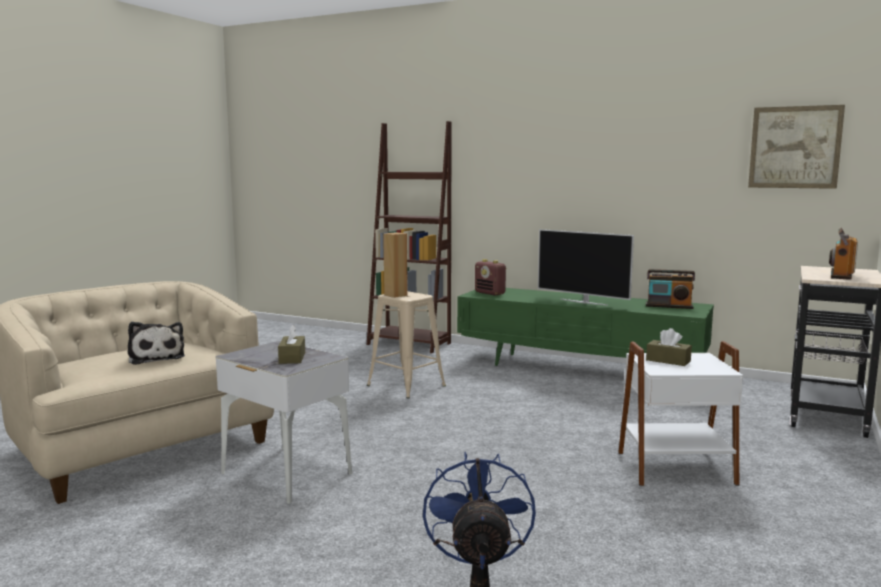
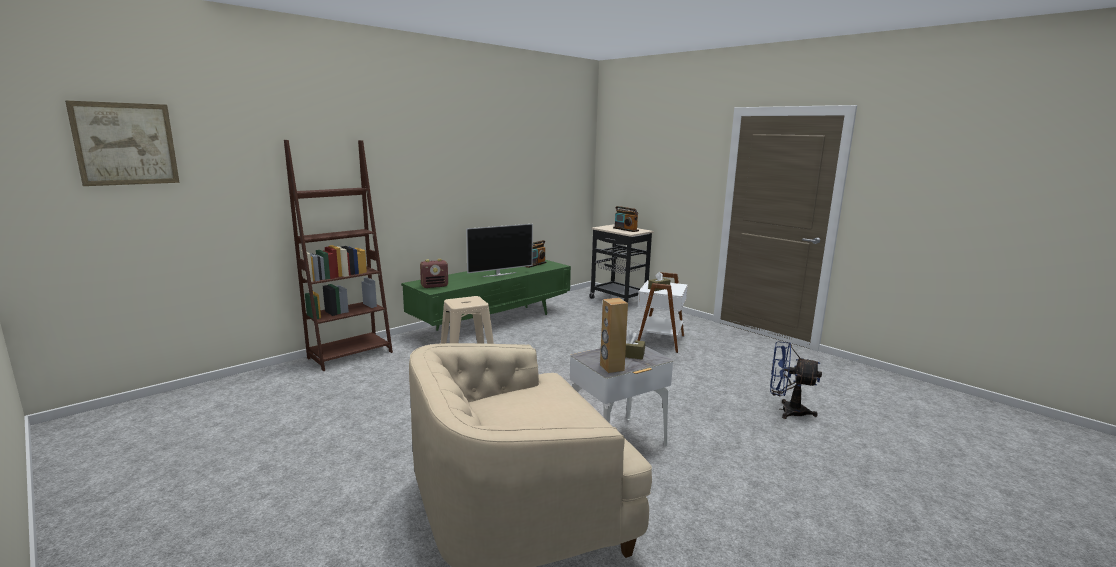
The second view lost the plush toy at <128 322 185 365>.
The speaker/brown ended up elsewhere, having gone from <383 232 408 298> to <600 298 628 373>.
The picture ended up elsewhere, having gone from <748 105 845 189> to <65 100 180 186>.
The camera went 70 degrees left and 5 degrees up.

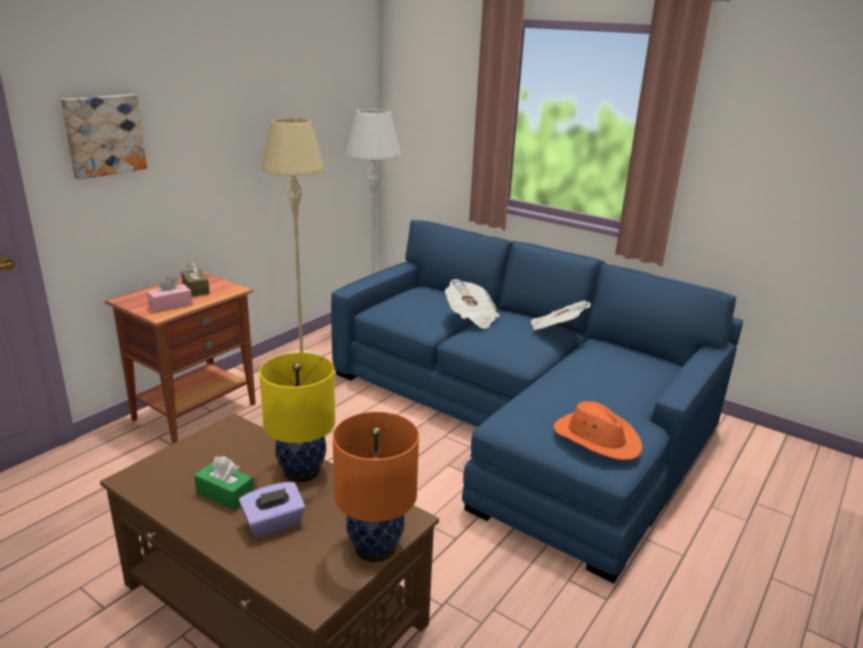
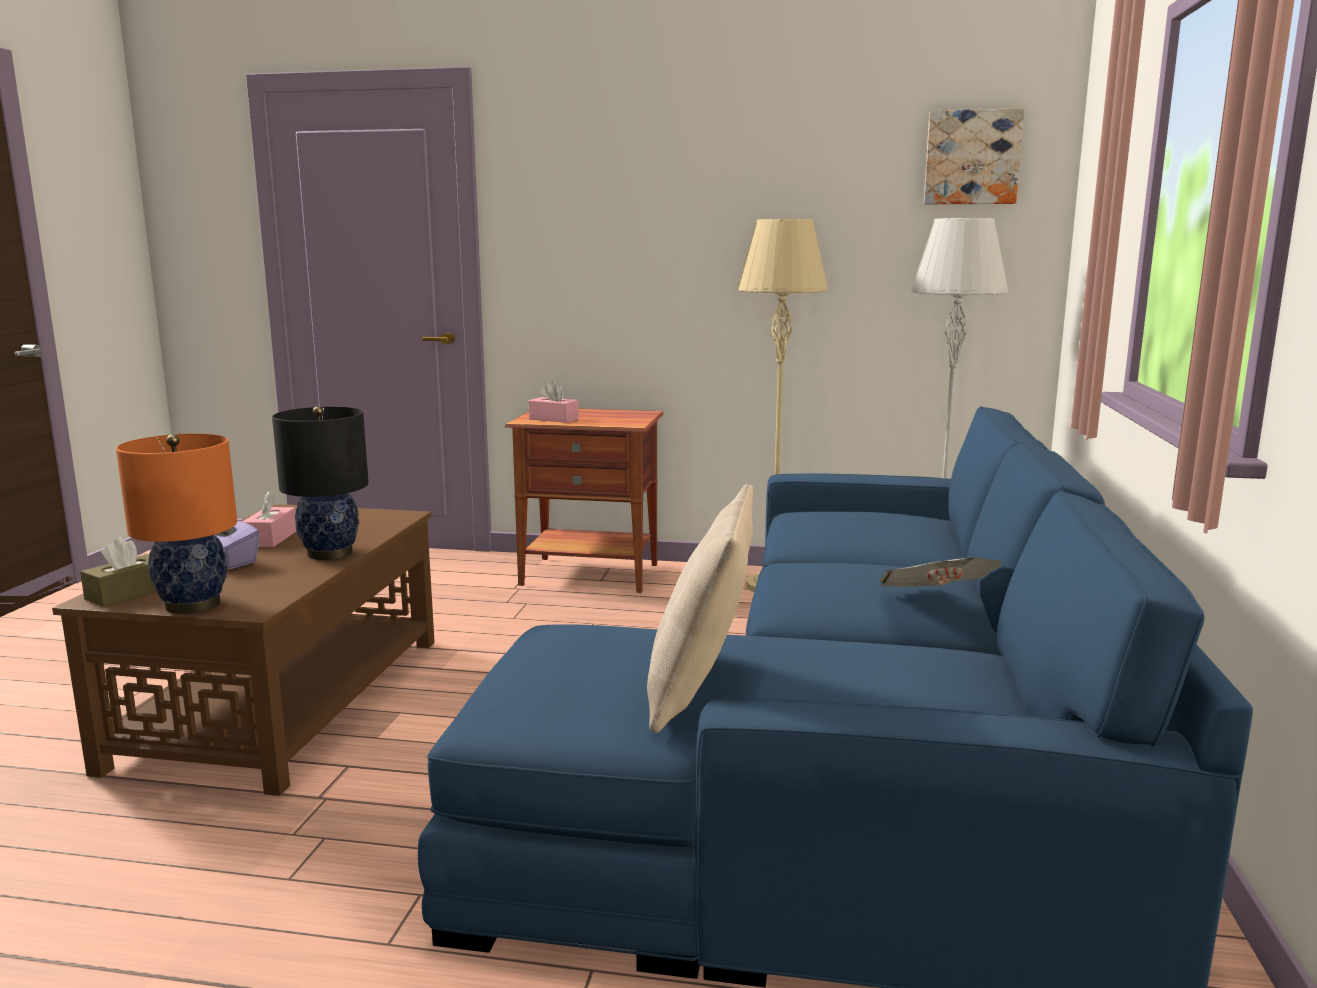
The picture ended up elsewhere, having gone from <61 94 147 179> to <924 108 1024 204>.
The tissue box/brown ended up elsewhere, having gone from <181 261 210 297> to <80 537 156 607>.
What was the tissue box/green at <194 456 254 511> turned into the tissue box/pink at <242 491 296 547>.
What was the table lamp/yellow at <259 353 335 482> turned into the table lamp/black at <272 406 369 560>.
The second view lost the newspaper at <445 279 500 329>.
The second view lost the hat/orange at <554 401 643 460>.
The second view gained the pillow/beige at <647 484 753 733>.
The camera went 65 degrees right and 10 degrees down.

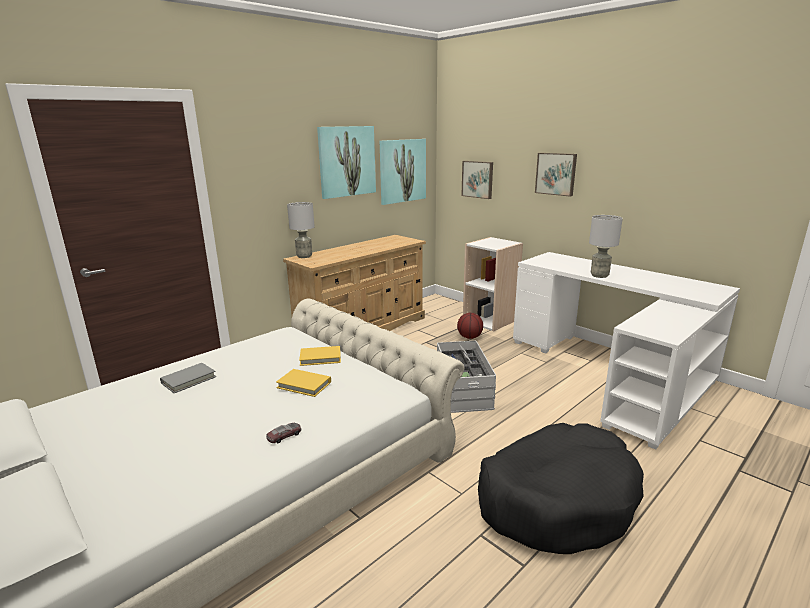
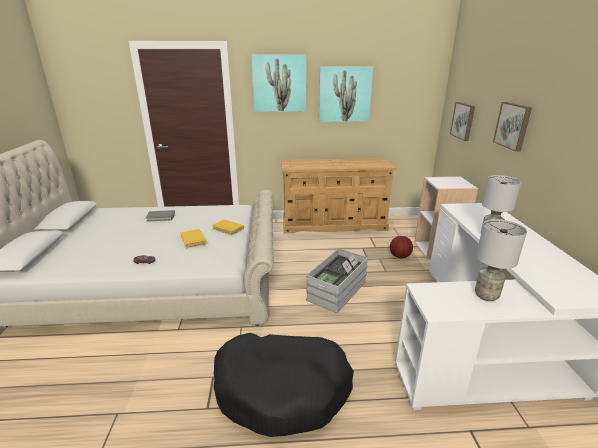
The table lamp/grey ended up elsewhere, having gone from <287 202 315 258> to <475 219 527 301>.
The picture ended up elsewhere, having gone from <380 139 426 205> to <252 54 306 112>.
The camera went 40 degrees right and 5 degrees up.

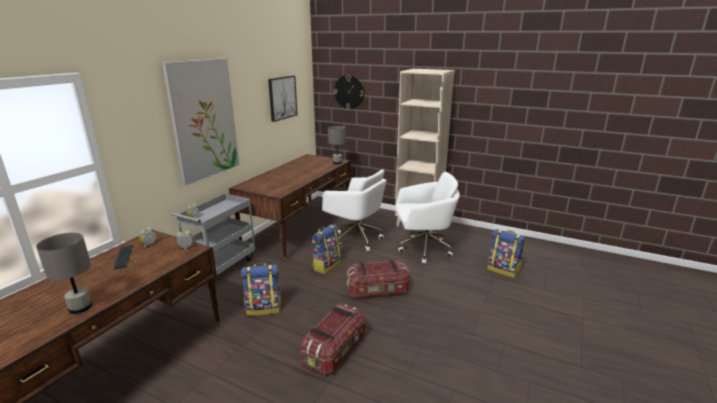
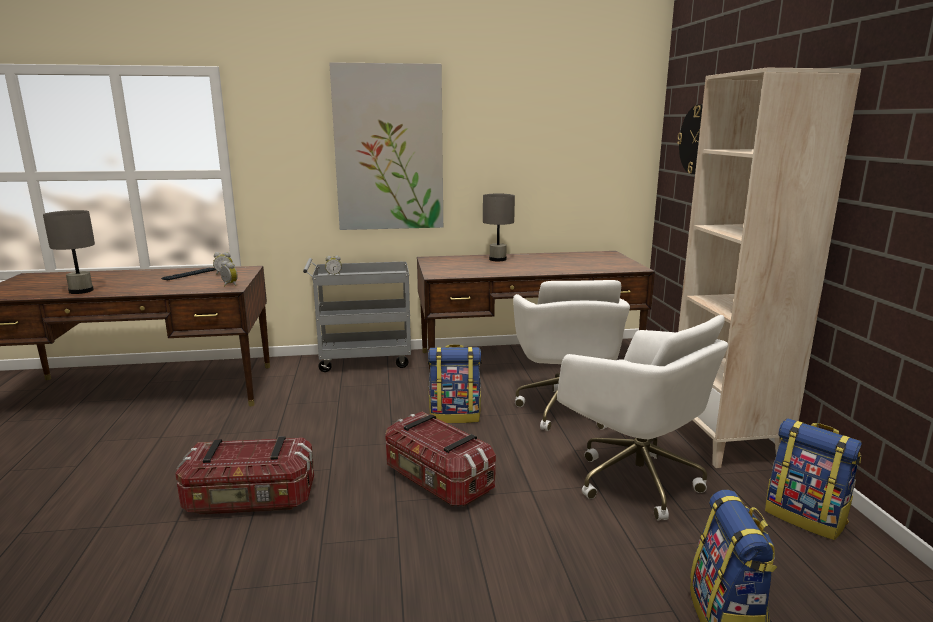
The backpack ended up elsewhere, having gone from <241 263 281 316> to <765 418 862 540>.
The second view lost the picture at <268 76 297 122>.
The table lamp/grey ended up elsewhere, having gone from <328 126 346 164> to <483 194 515 261>.
The camera went 55 degrees right and 5 degrees down.

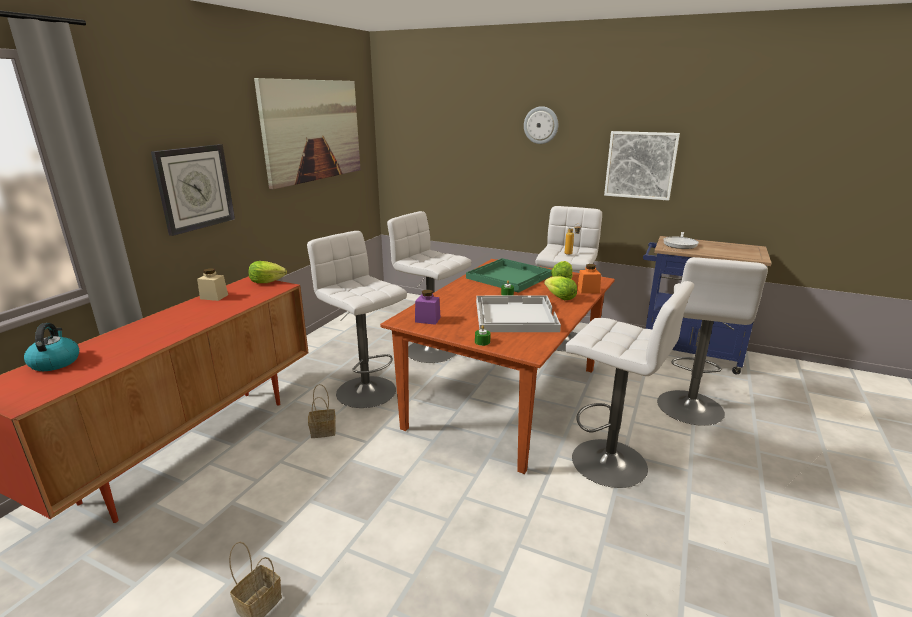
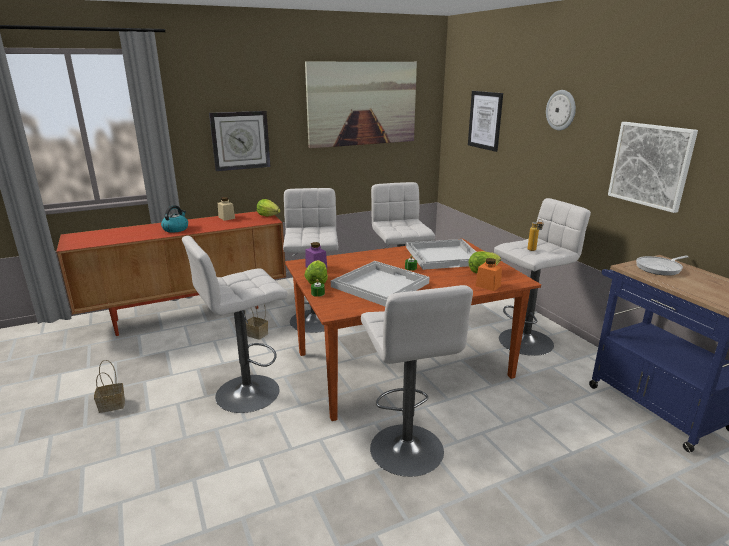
The kettle ended up elsewhere, having gone from <24 323 79 371> to <161 205 188 233>.
What was the tray/green at <466 258 552 293> turned into the tray/white at <406 239 476 270>.
The lettuce ended up elsewhere, having gone from <544 276 577 300> to <304 260 328 285>.
The stool/white ended up elsewhere, having gone from <657 257 768 426> to <182 236 287 413>.
The second view gained the picture at <468 91 503 152>.
The camera went 40 degrees right and 0 degrees up.

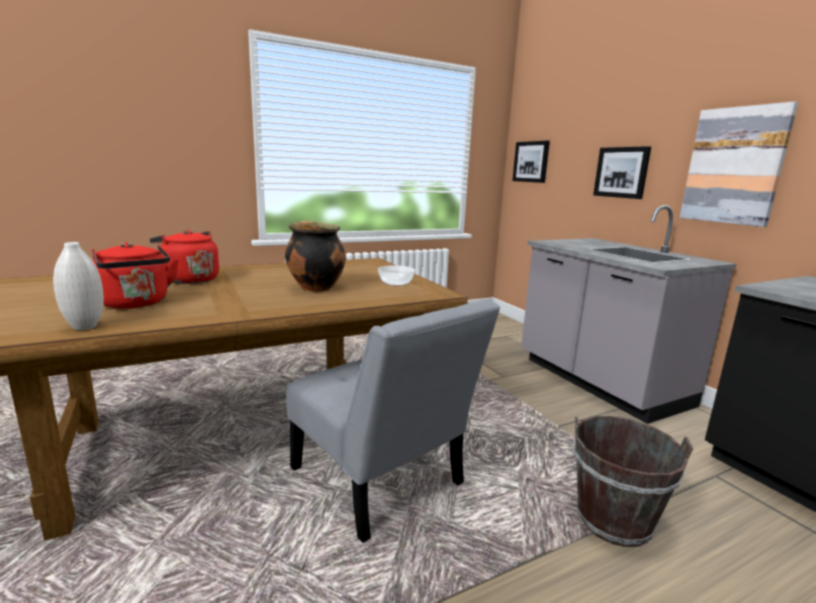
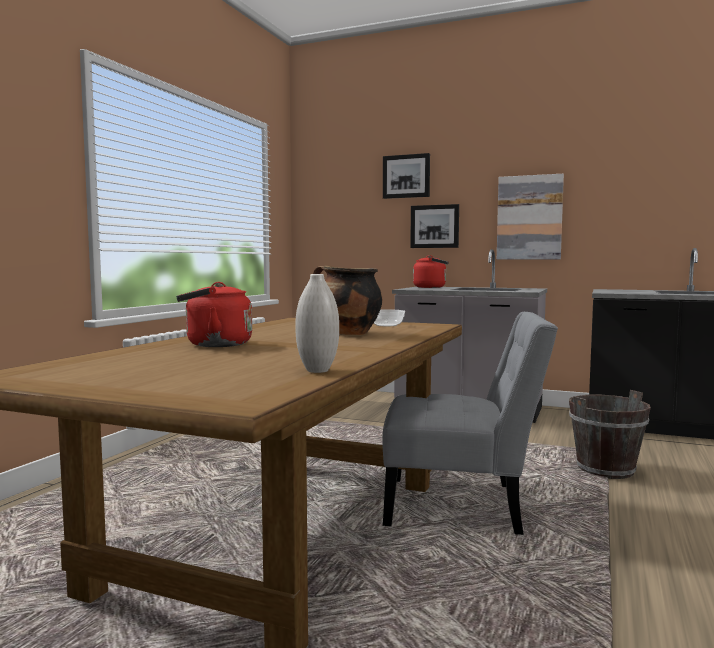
The kettle/red ended up elsewhere, having gone from <92 242 179 309> to <413 255 449 288>.
The picture ended up elsewhere, having gone from <512 141 550 183> to <383 153 430 199>.
The camera went 40 degrees left and 10 degrees down.

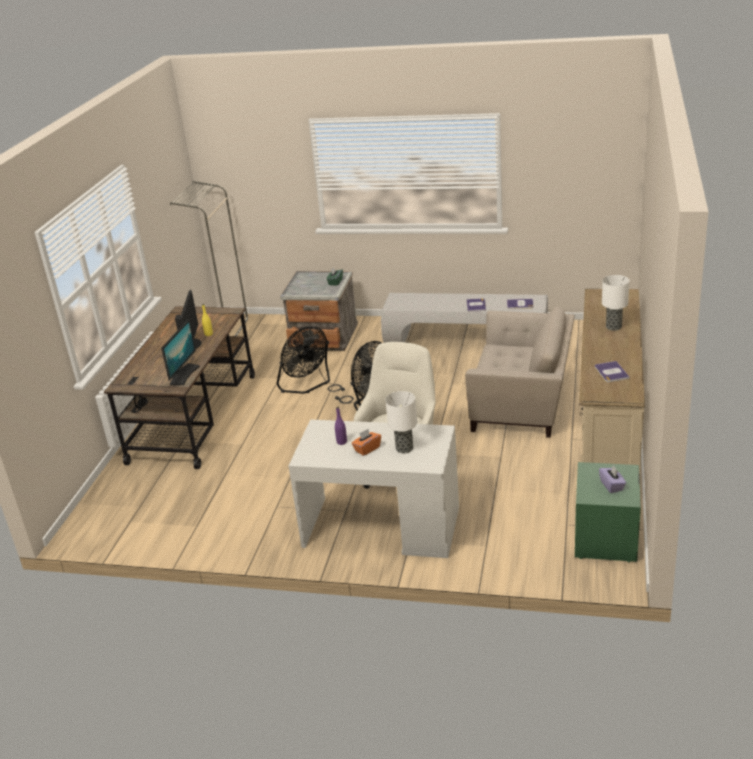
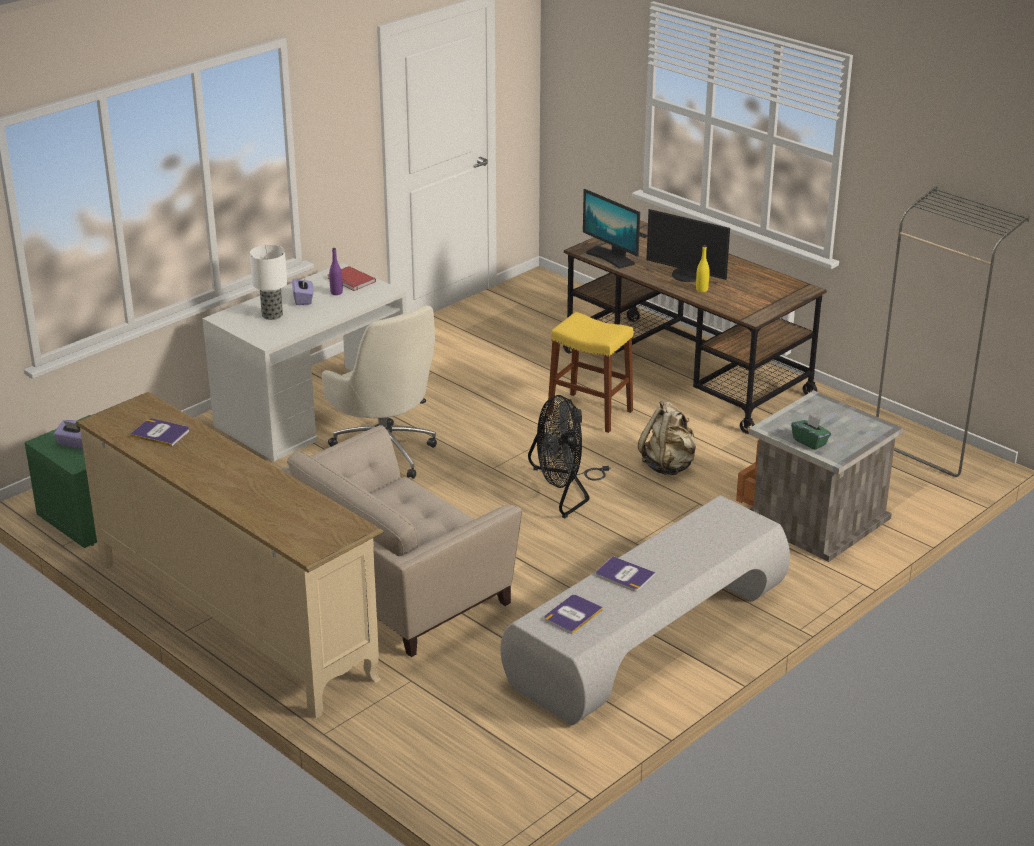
Where the fan/black stood at <277 326 345 394>, the backpack/beige came to stand at <638 401 696 475>.
What was the tissue box/orange at <351 429 381 456> turned into the tissue box/purple at <292 275 314 305>.
The second view lost the table lamp at <602 275 629 331>.
The second view gained the book/red at <327 266 376 291>.
The second view gained the stool/yellow at <548 312 633 433>.
The camera went 120 degrees right and 0 degrees up.

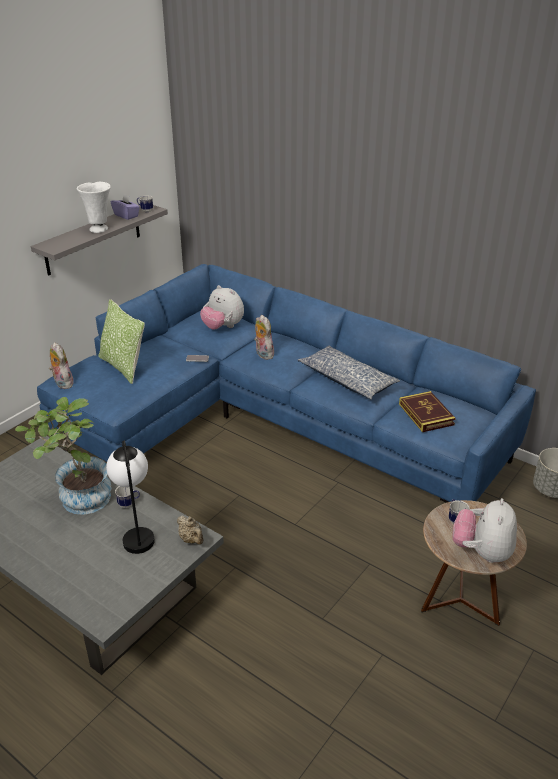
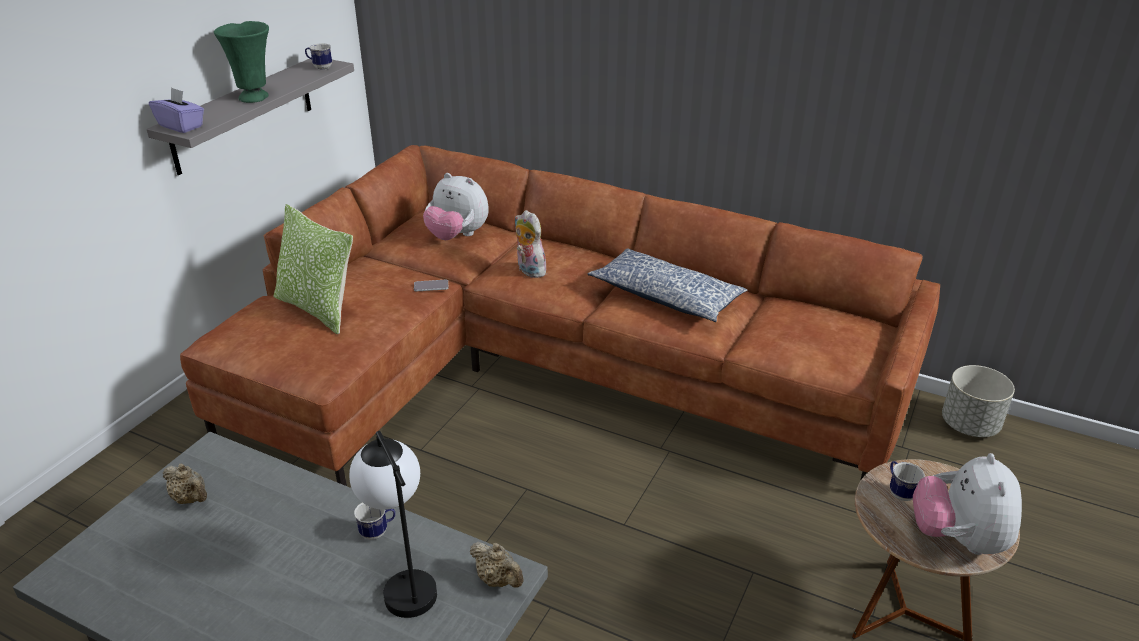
The second view lost the potted plant at <15 397 112 515>.
What was the sofa/blue at <37 264 536 503> turned into the sofa/brown at <180 145 940 486>.
The second view lost the plush toy at <49 342 74 389>.
What was the vase/white at <77 182 111 233> turned into the vase/green at <214 21 269 103>.
The tissue box/purple ended up elsewhere, having gone from <111 193 140 220> to <149 87 204 133>.
The second view lost the book at <399 391 456 432>.
The second view gained the teapot/beige at <163 463 207 504>.
The camera went 10 degrees left and 0 degrees up.

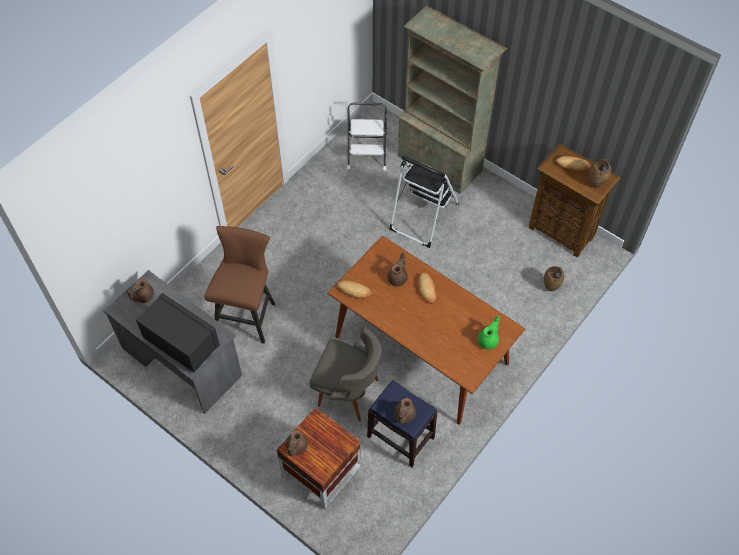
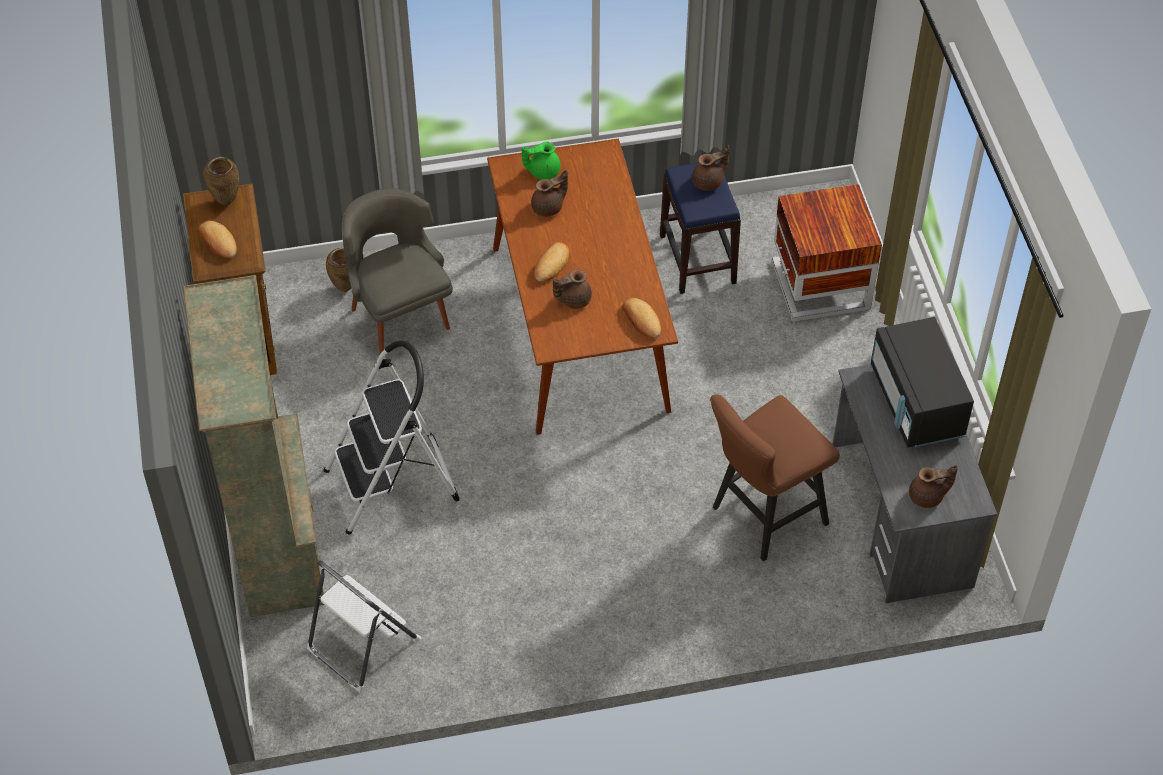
The teapot/brown ended up elsewhere, having gone from <286 430 308 456> to <531 170 568 217>.
The chair/grey ended up elsewhere, having gone from <309 327 382 422> to <342 188 453 354>.
The camera went 140 degrees left and 5 degrees down.

